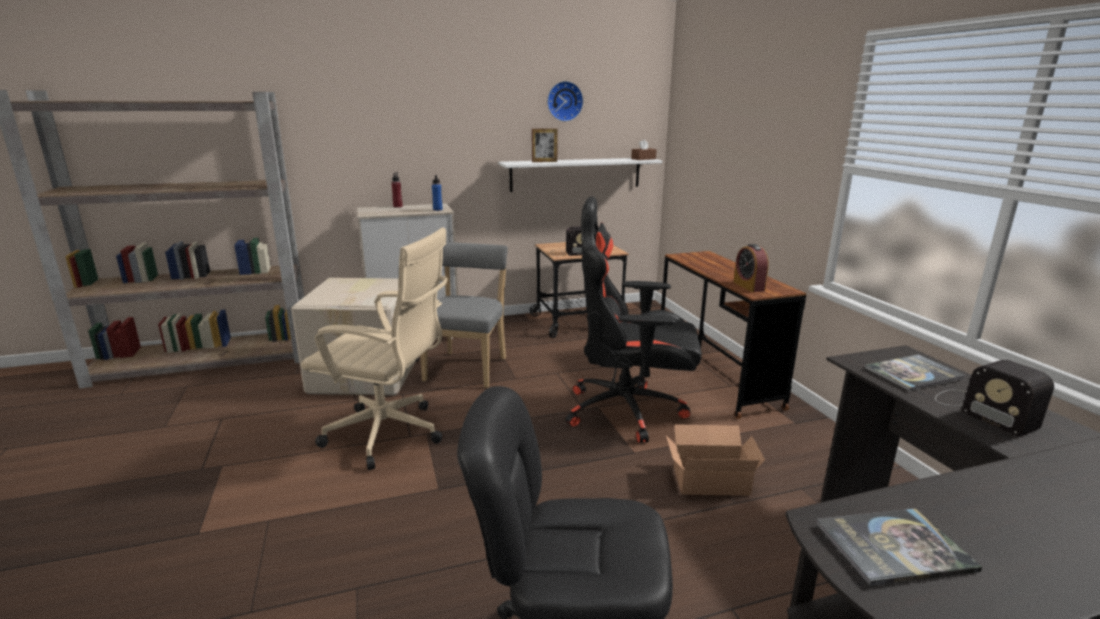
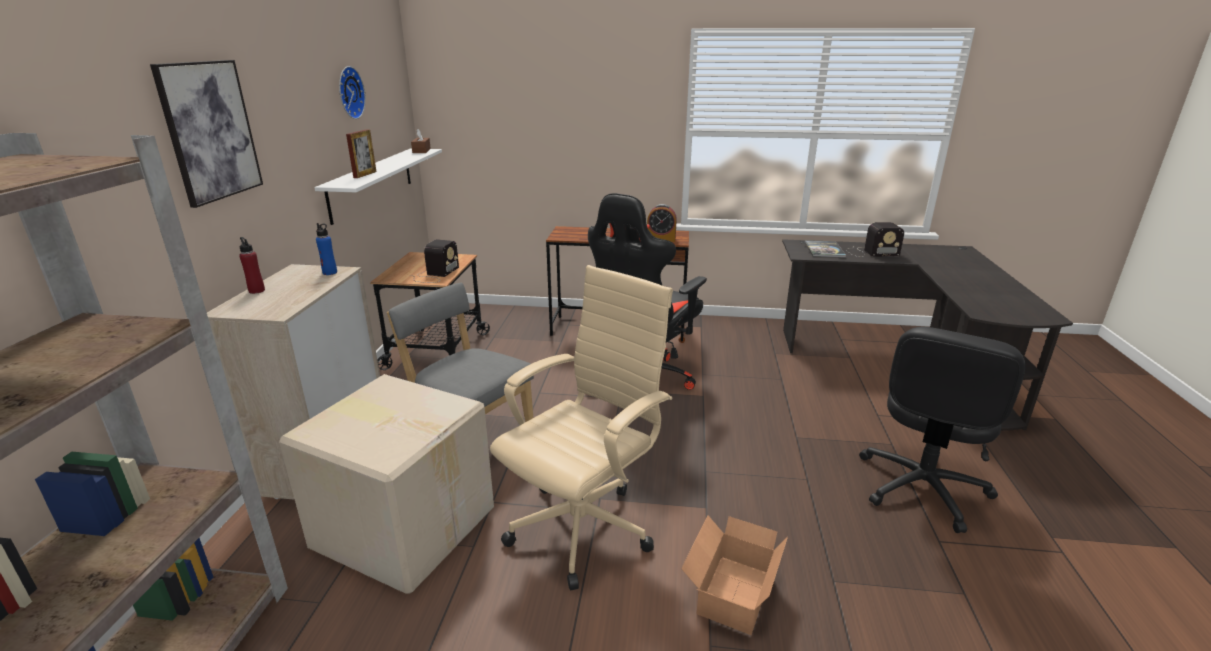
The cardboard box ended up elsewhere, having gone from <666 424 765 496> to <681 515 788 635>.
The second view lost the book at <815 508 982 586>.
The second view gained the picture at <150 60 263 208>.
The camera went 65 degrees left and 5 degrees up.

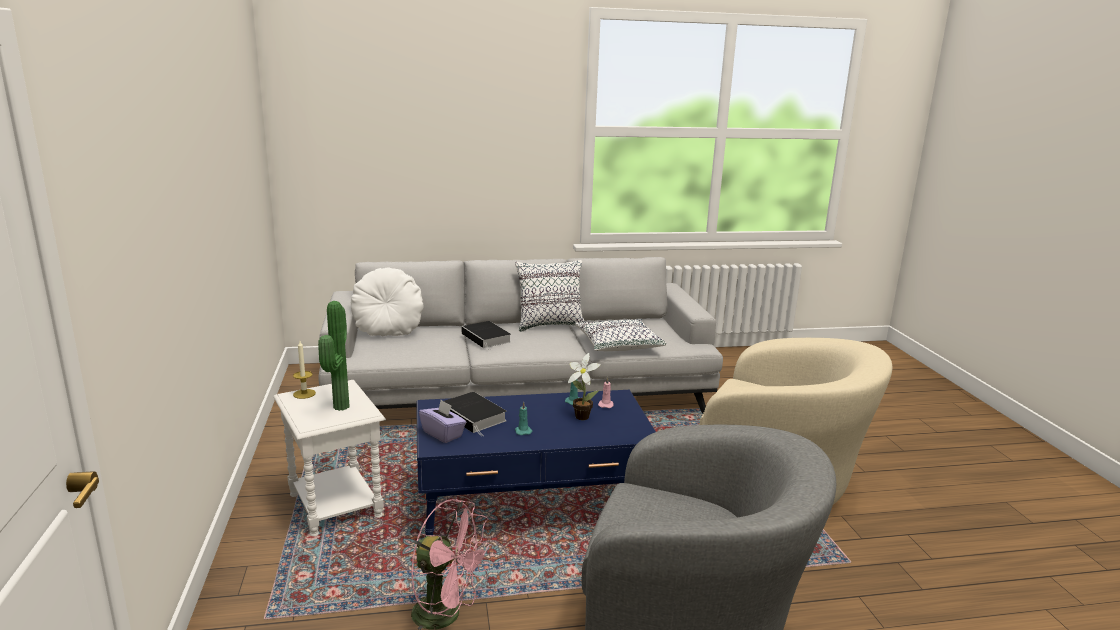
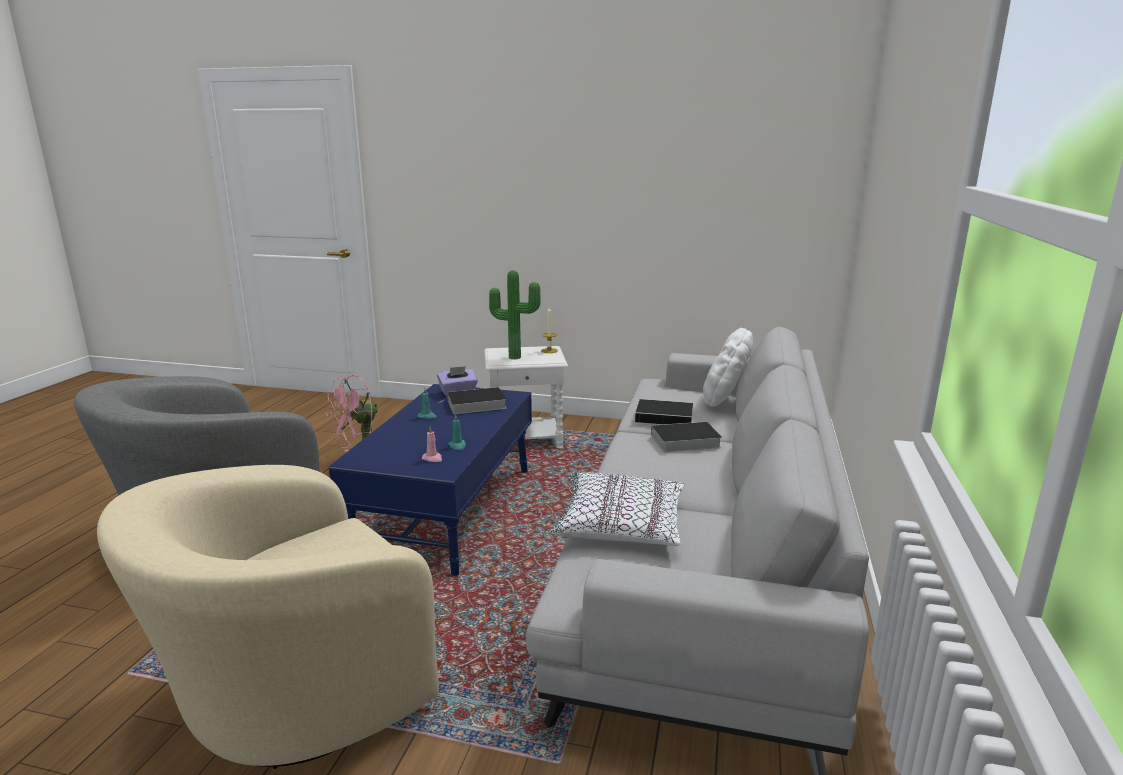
The second view lost the pillow/white at <515 260 585 332>.
The second view lost the potted plant at <568 353 601 420>.
The second view gained the book at <635 399 694 424>.
The camera went 115 degrees right and 0 degrees up.

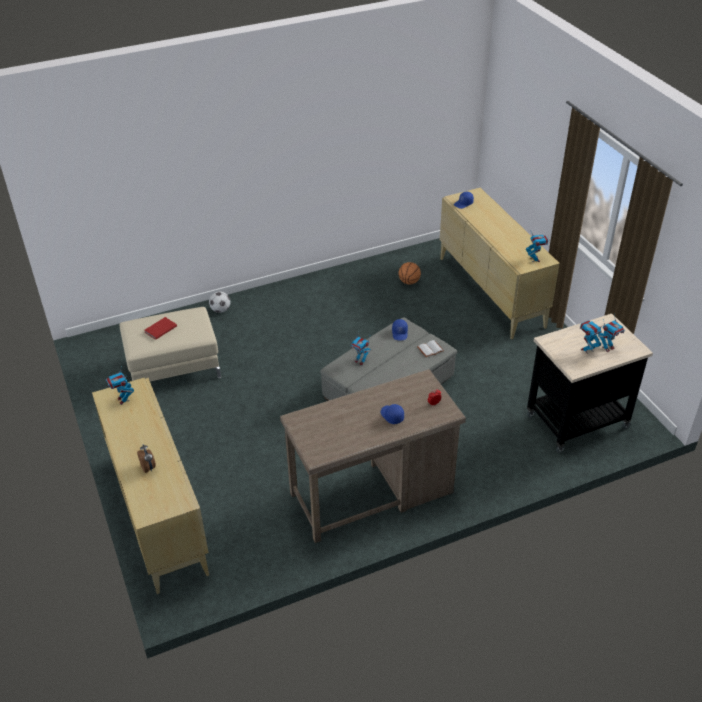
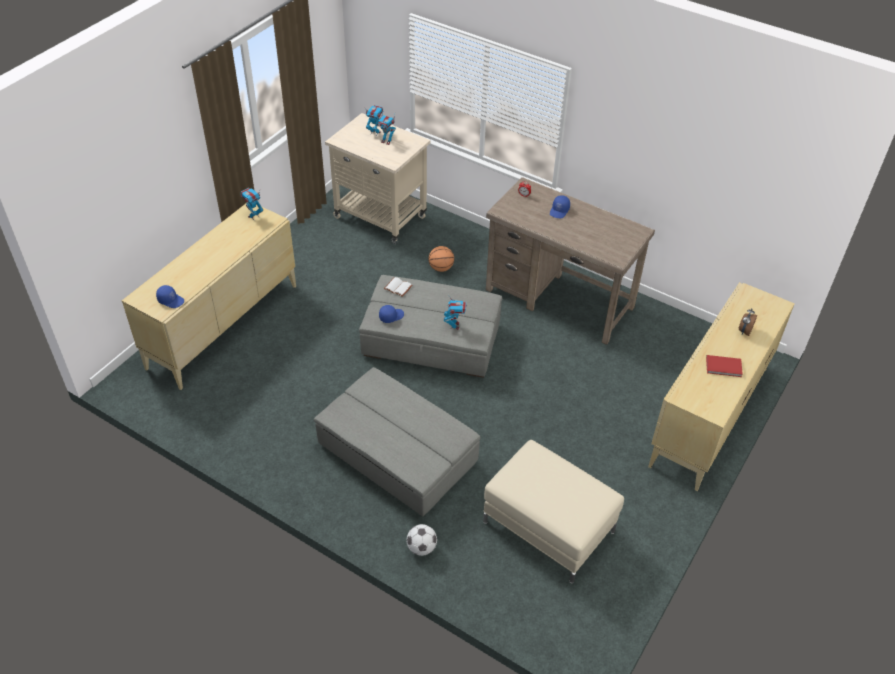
The second view lost the toy robot at <106 367 134 405>.
The book/red ended up elsewhere, having gone from <145 317 177 340> to <706 355 743 377>.
The basketball ended up elsewhere, having gone from <398 262 421 285> to <428 246 454 272>.
What was the cart/black at <527 314 653 453> turned into the cart/beige at <325 113 430 245>.
The second view gained the ottoman/grey at <314 367 480 516>.
The camera went 125 degrees left and 5 degrees up.

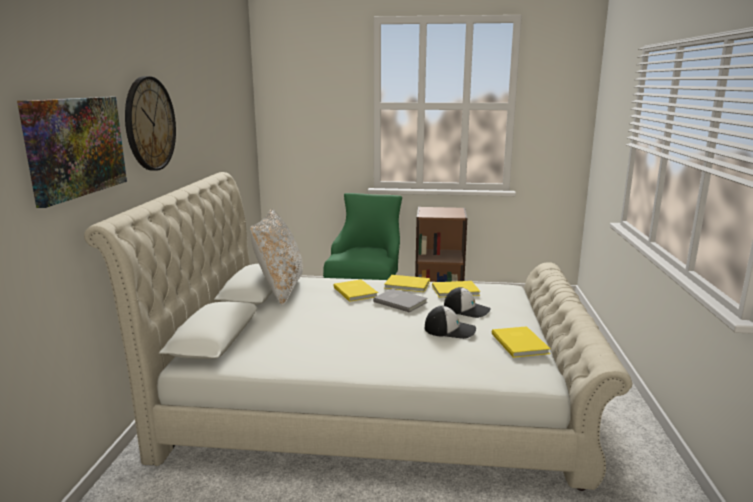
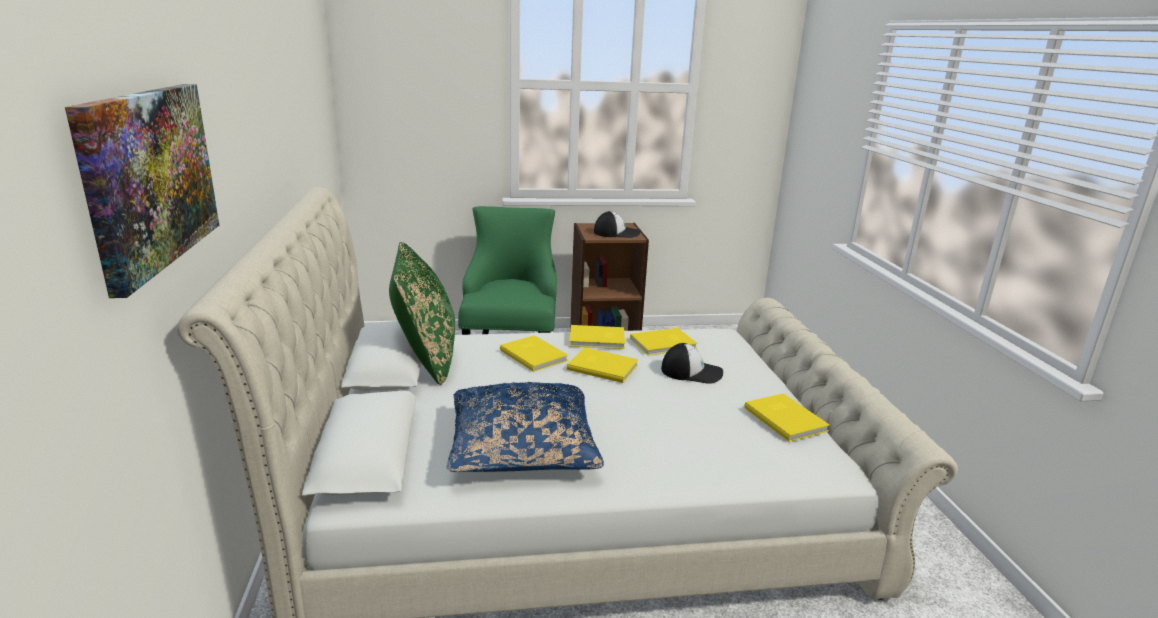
The second view lost the wall clock at <125 76 176 171>.
What was the pillow/white at <250 209 303 305> turned into the pillow/green at <389 242 455 385>.
What was the book/grey at <373 289 428 313> turned into the book/yellow at <567 348 639 383>.
The cap ended up elsewhere, having gone from <425 306 476 339> to <594 211 640 238>.
The second view gained the pillow/blue at <447 382 604 472>.
The camera went 15 degrees left and 5 degrees up.

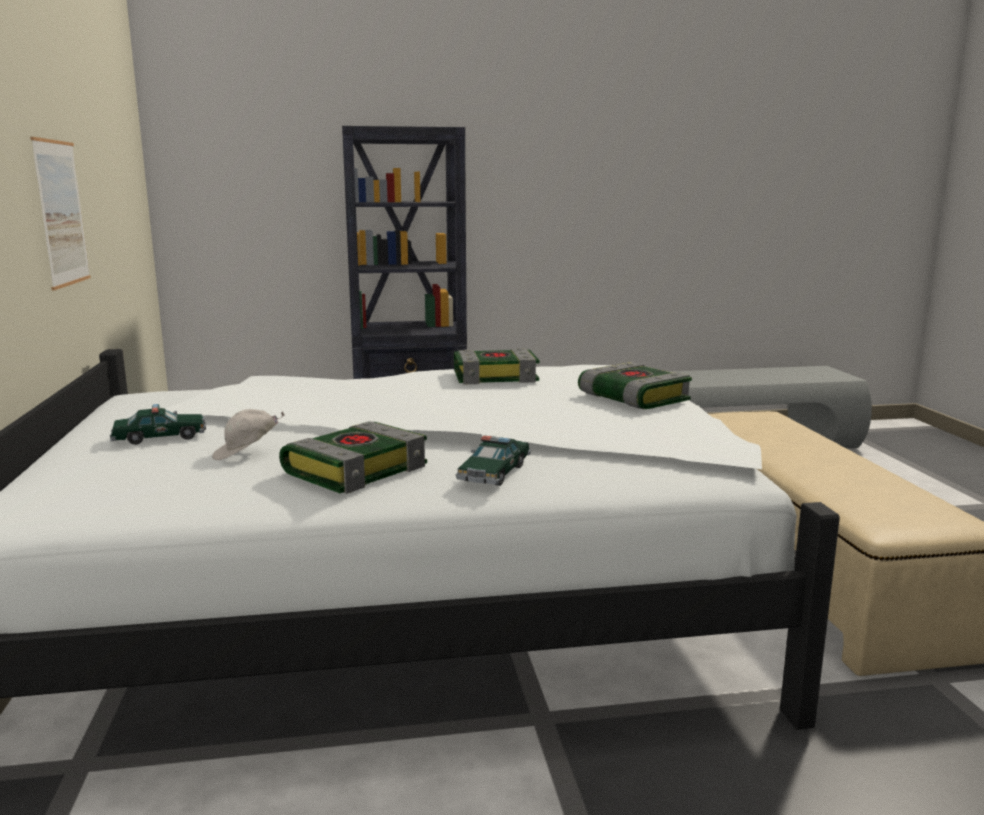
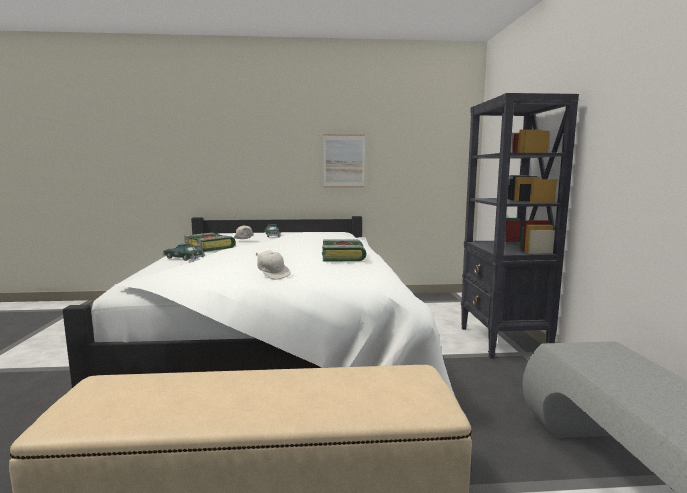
Where the book stood at <578 362 692 409>, the cap/white came to stand at <256 250 290 280>.
The camera went 95 degrees right and 5 degrees down.

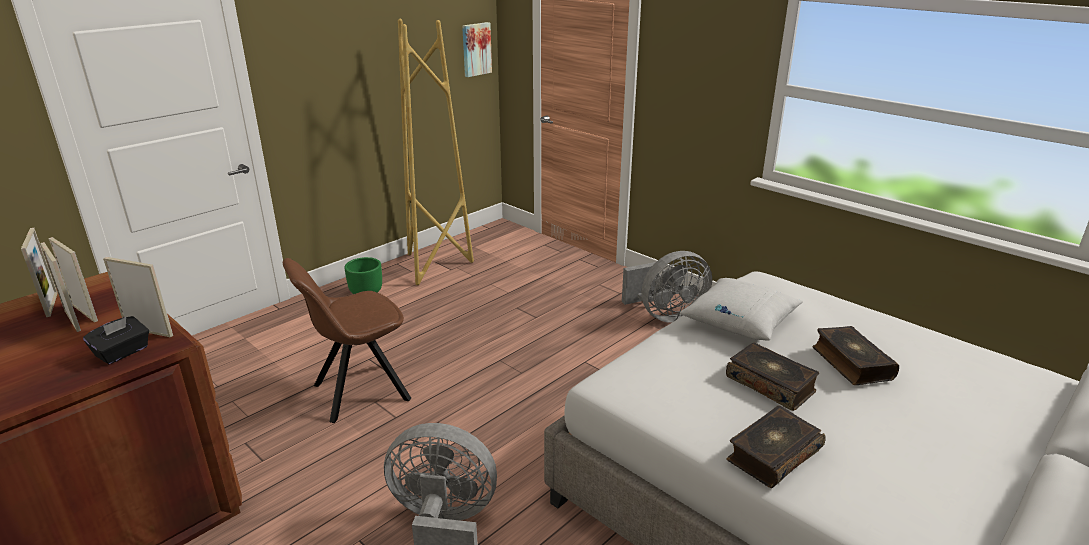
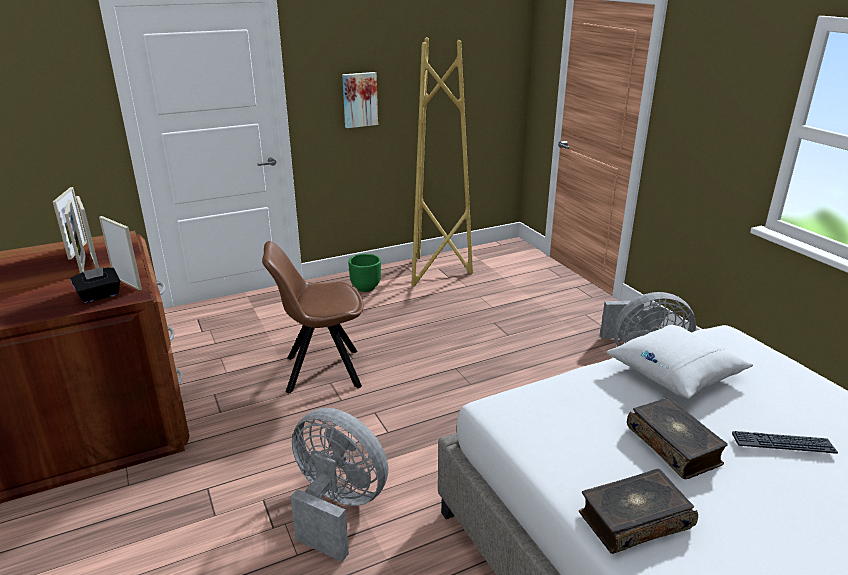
The picture ended up elsewhere, having gone from <462 22 492 77> to <342 72 378 128>.
Where the book stood at <813 326 899 385>, the keyboard came to stand at <732 431 838 454>.
The camera went 20 degrees right and 0 degrees up.

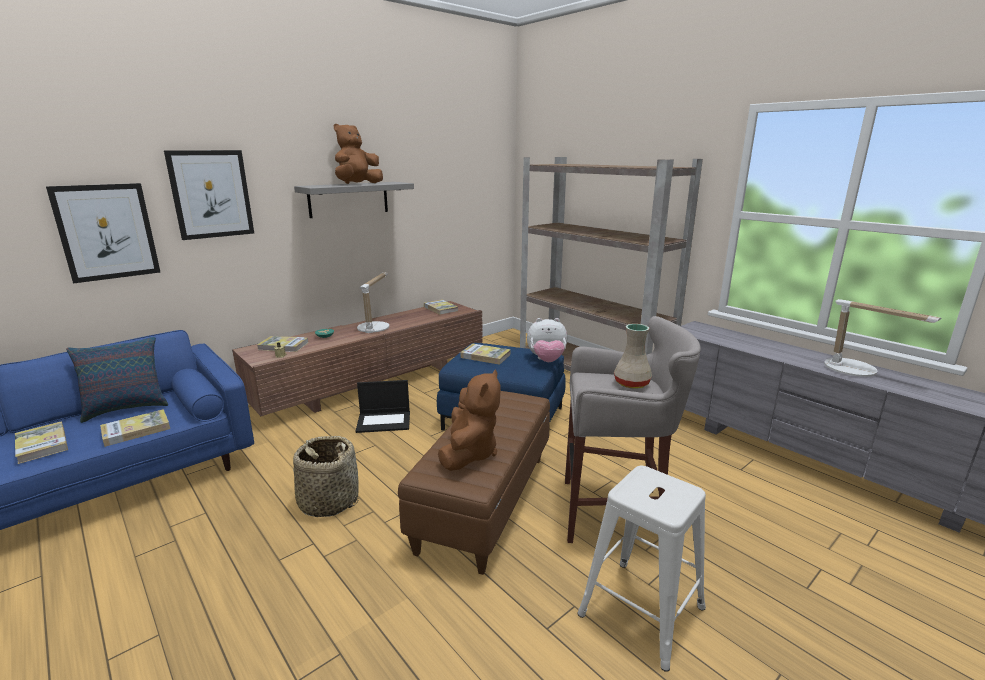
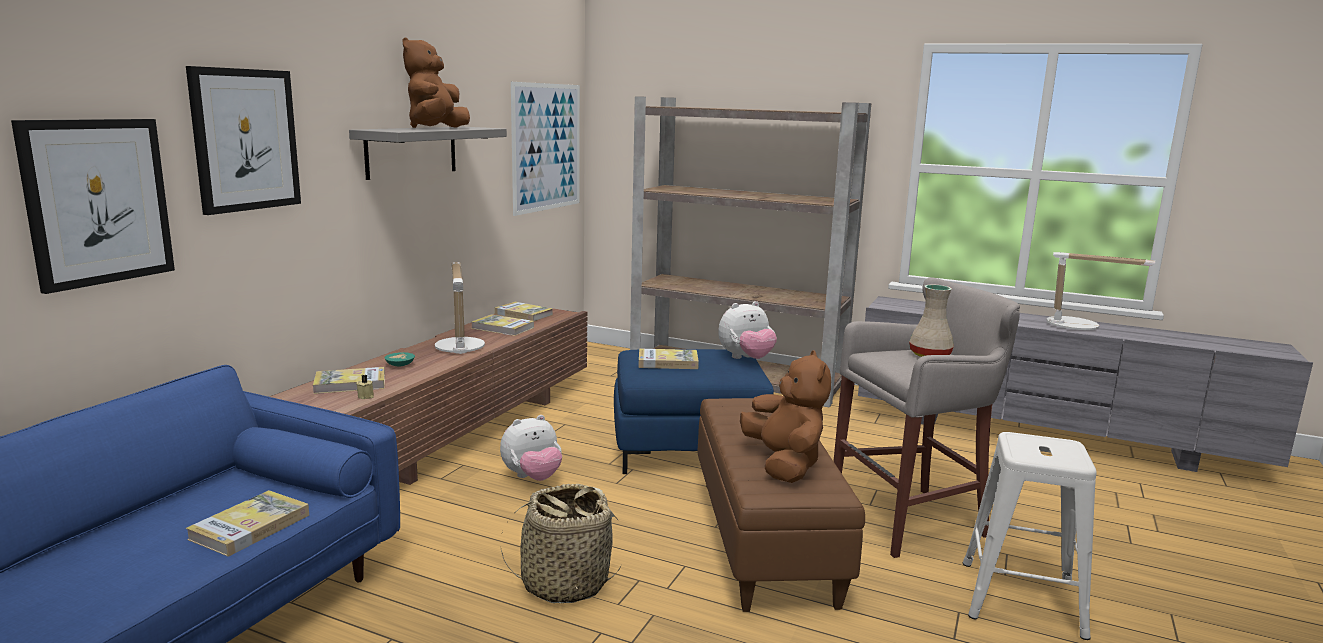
The book ended up elsewhere, having gone from <15 421 68 464> to <471 314 534 336>.
The second view lost the pillow/blue at <66 337 168 423>.
Where the laptop stood at <356 380 410 433>, the plush toy came to stand at <500 415 562 481>.
The second view gained the picture at <511 82 580 216>.
The camera went 25 degrees left and 5 degrees down.

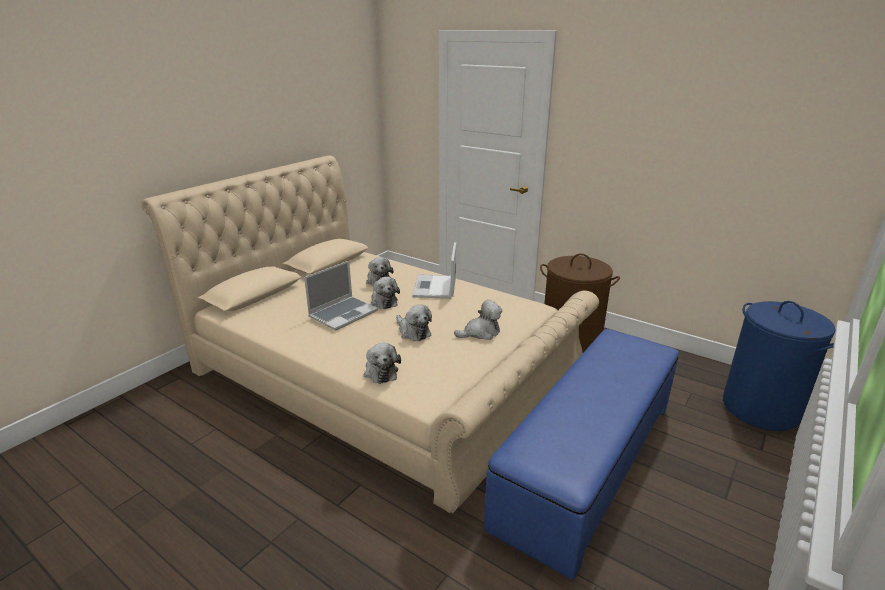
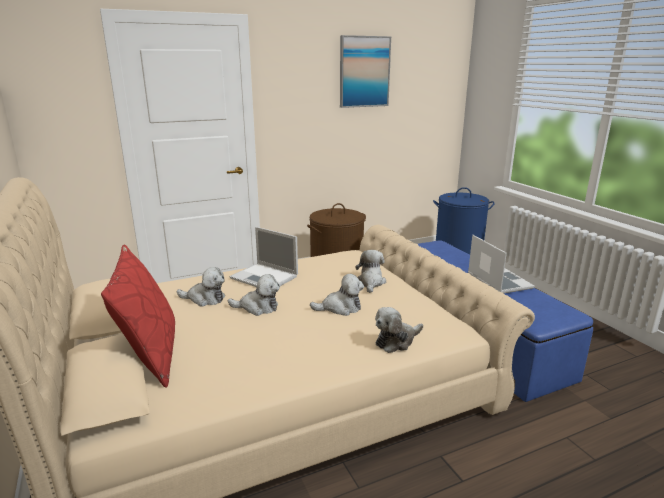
The laptop ended up elsewhere, having gone from <304 261 378 330> to <468 235 535 293>.
The plush toy at <364 343 401 384> ended up facing another way, 135 degrees clockwise from before.
The second view gained the pillow/red at <101 244 175 387>.
The second view gained the picture at <340 35 391 108>.
The camera went 60 degrees left and 5 degrees down.

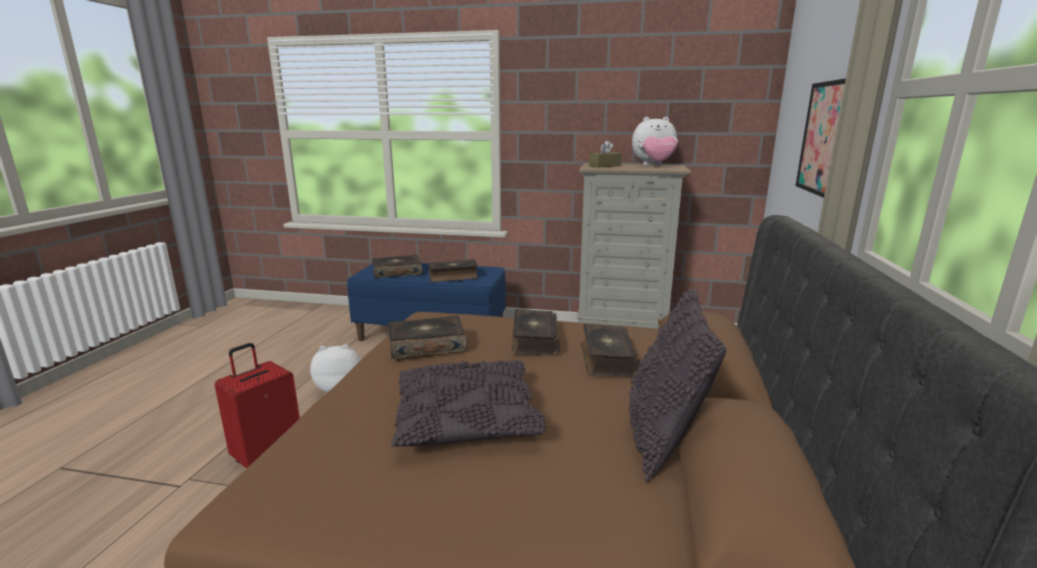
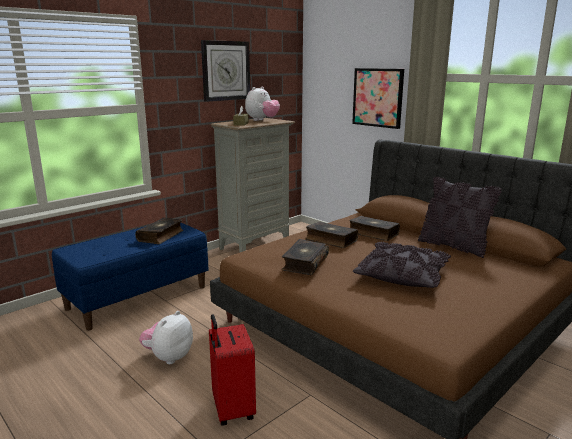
The second view lost the book at <372 254 422 278>.
The second view gained the wall clock at <201 40 250 102>.
The camera went 55 degrees left and 0 degrees up.

